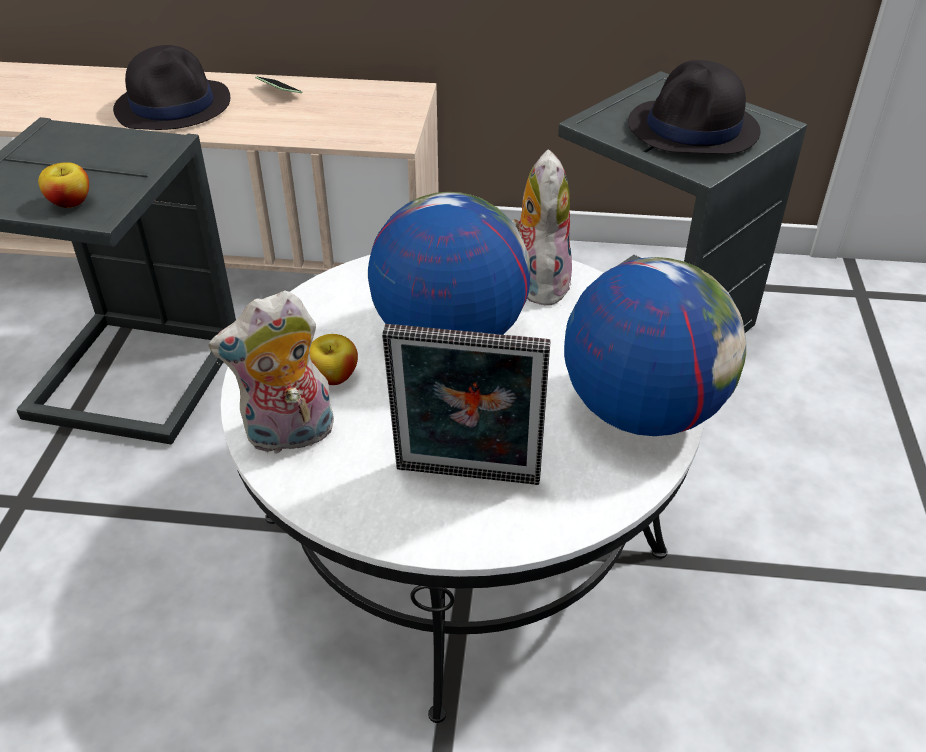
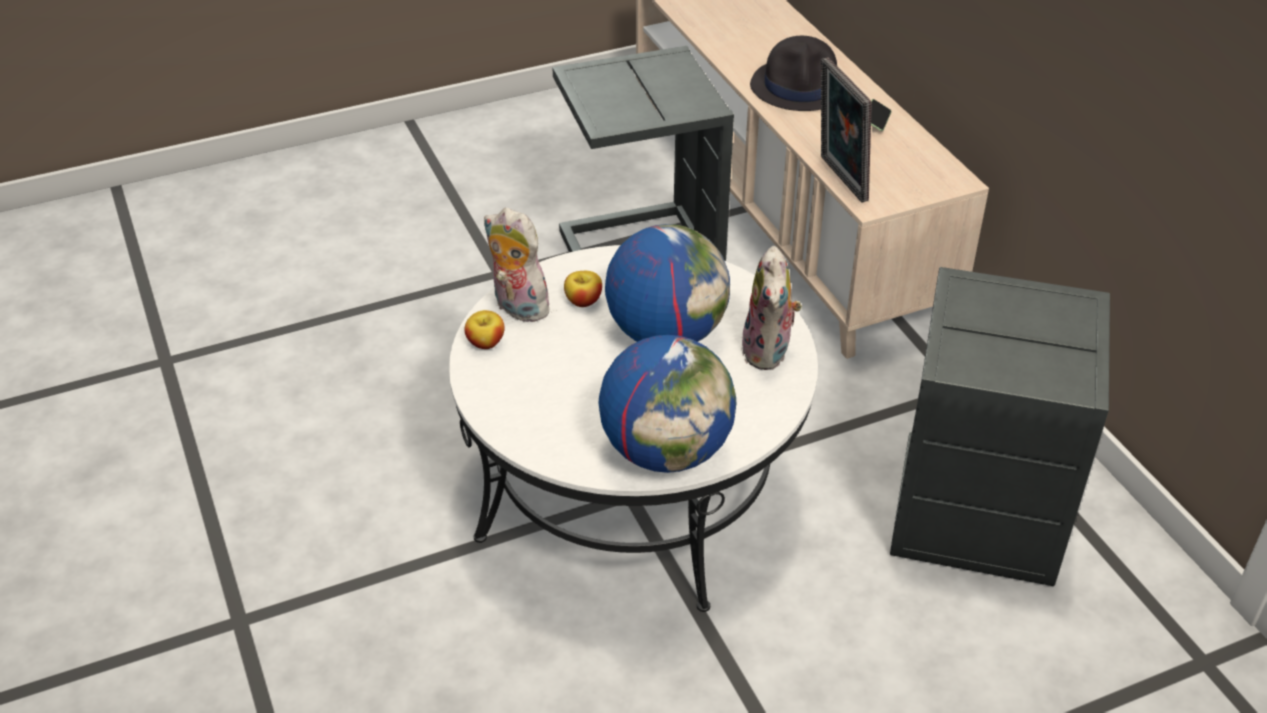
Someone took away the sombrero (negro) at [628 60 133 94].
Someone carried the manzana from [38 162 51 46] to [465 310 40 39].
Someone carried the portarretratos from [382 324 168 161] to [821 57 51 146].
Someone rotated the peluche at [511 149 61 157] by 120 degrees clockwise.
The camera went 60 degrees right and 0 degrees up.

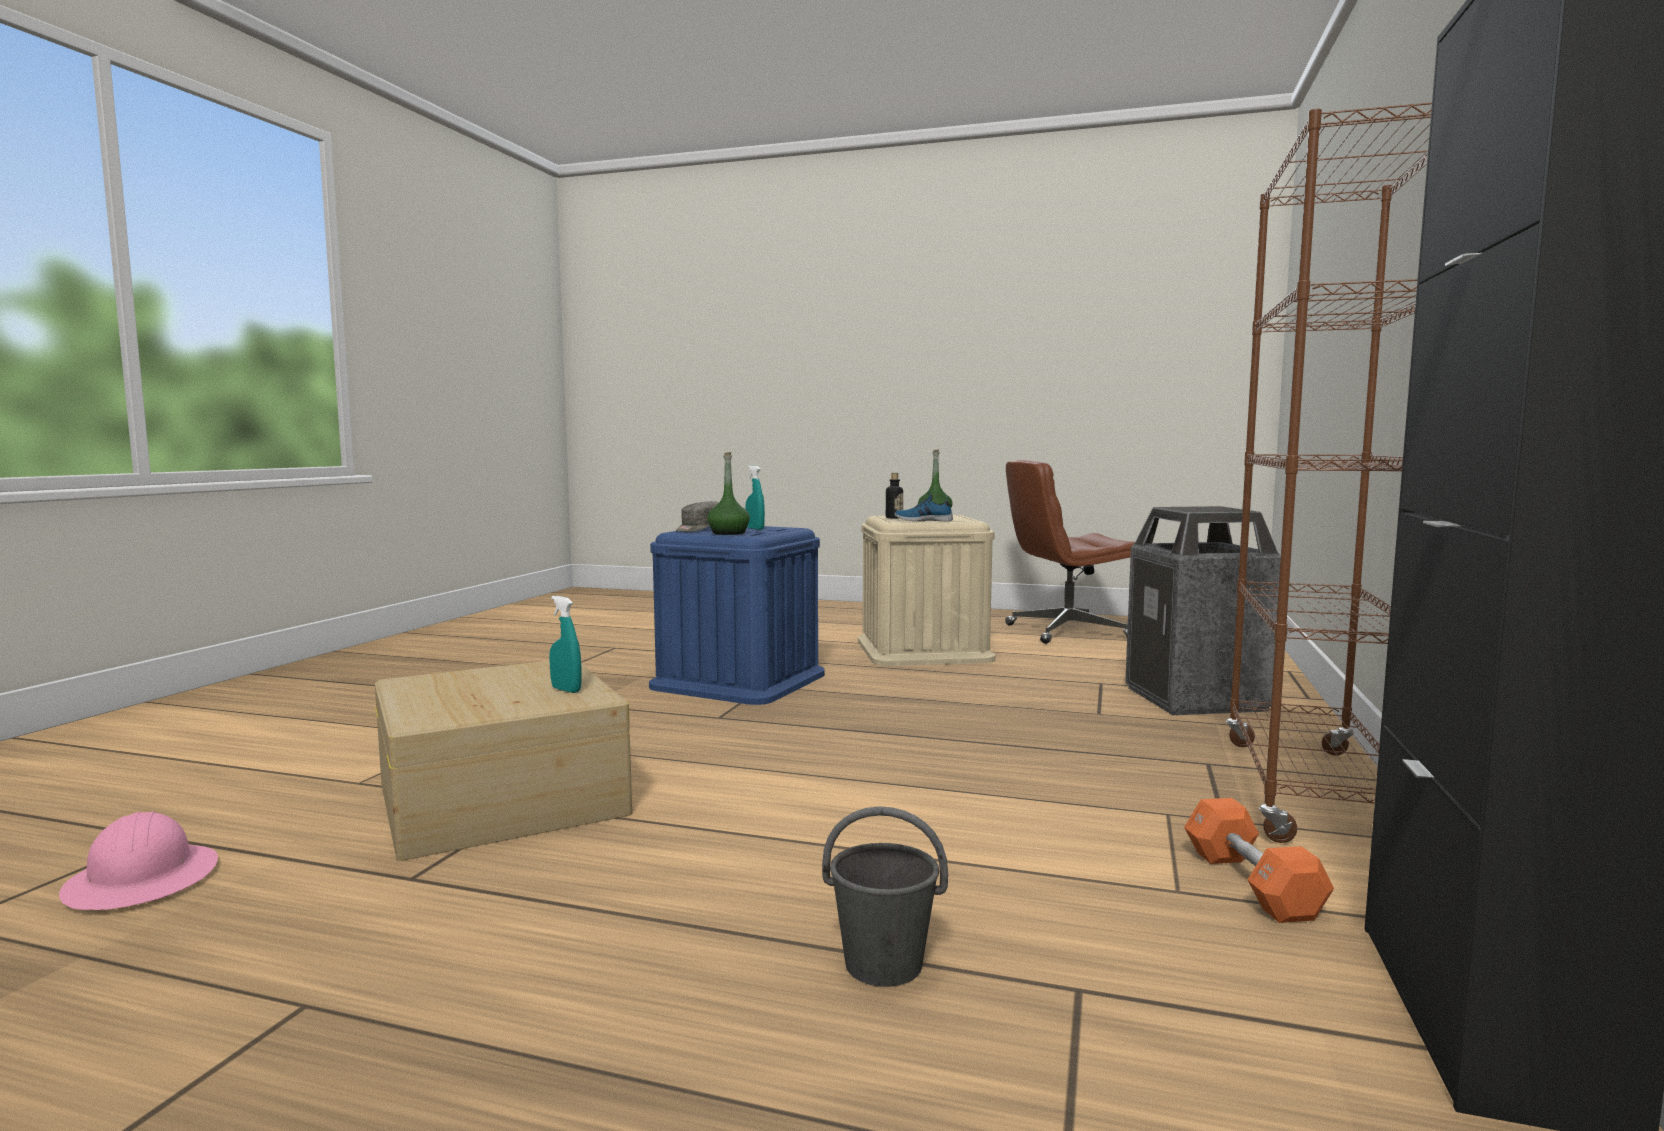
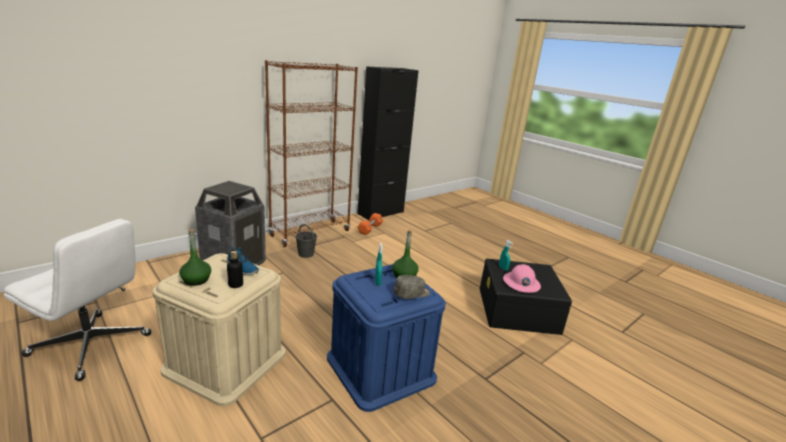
Someone carried the casco (rosa) from [59 812 159 98] to [503 264 38 29].
Someone carried the cubo (gris) from [822 806 126 181] to [295 224 22 34].
Someone repainted the caja de almacenaje (beis) at [375 661 257 200], which became the caja de almacenaje (negro) at [480 259 92 76].
Someone repainted the silla de oficina (marrón) at [1005 460 130 184], which became the silla de oficina (blanco) at [4 219 147 162].
The camera went 150 degrees left and 15 degrees up.

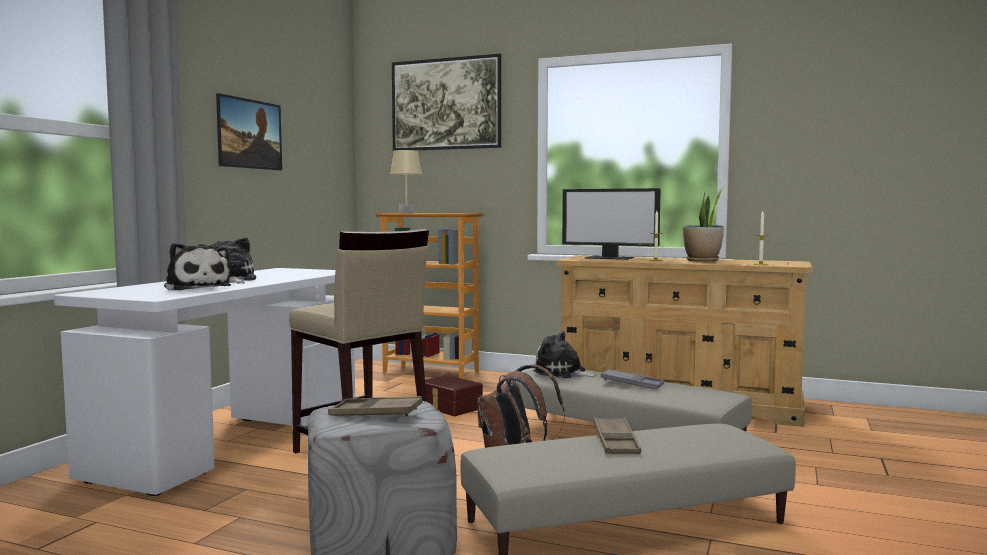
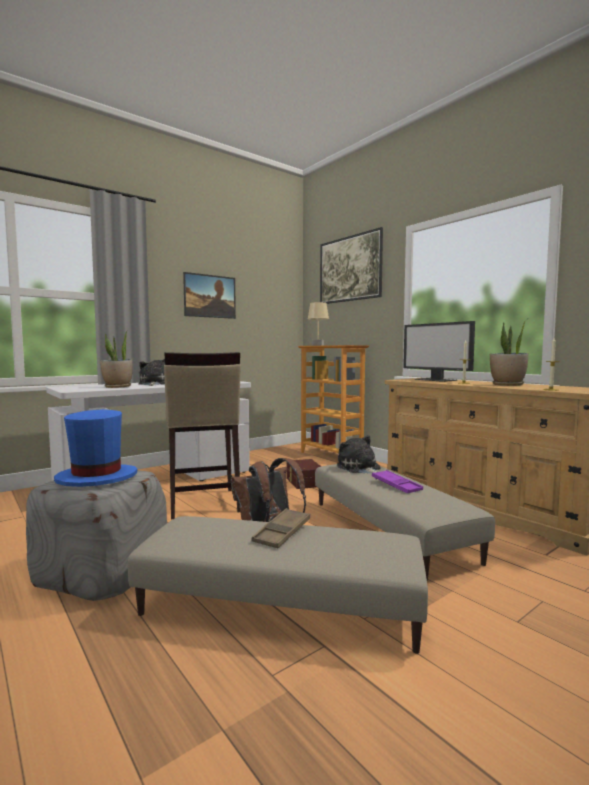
Someone swapped the peluche at [164 243 67 48] for the planta en maceta at [100 330 33 58].
Someone swapped the bandeja (marrón) at [328 396 94 20] for the sombrero (azul) at [54 409 83 78].
Someone repainted the bandeja (gris) at [601 369 63 20], which became the bandeja (morado) at [372 470 51 23].
The camera went 30 degrees right and 0 degrees up.

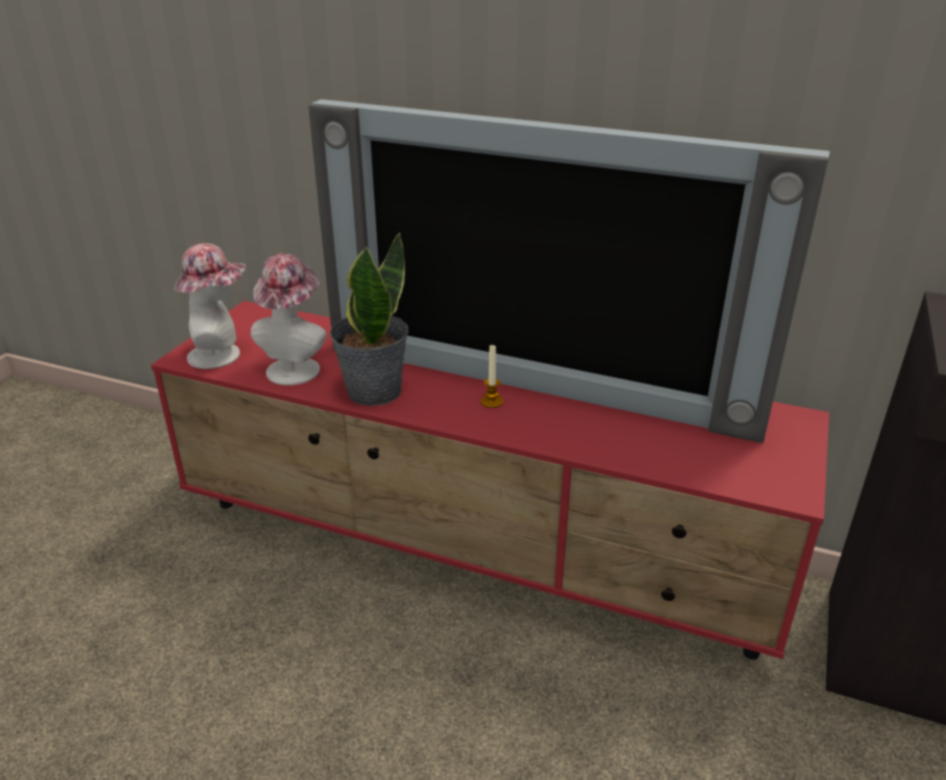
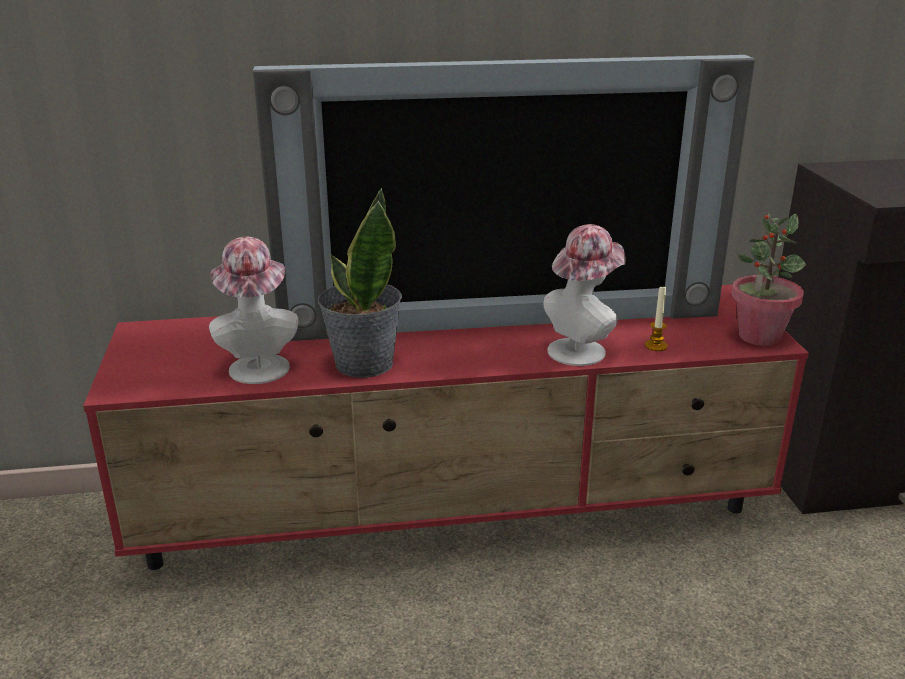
Someone put down the planta en maceta at [731 213 75 133].
Someone carried the sombrero from [174 243 72 126] to [543 224 82 142].
Someone carried the vela from [481 344 22 64] to [645 287 23 64].
The camera went 30 degrees left and 5 degrees down.

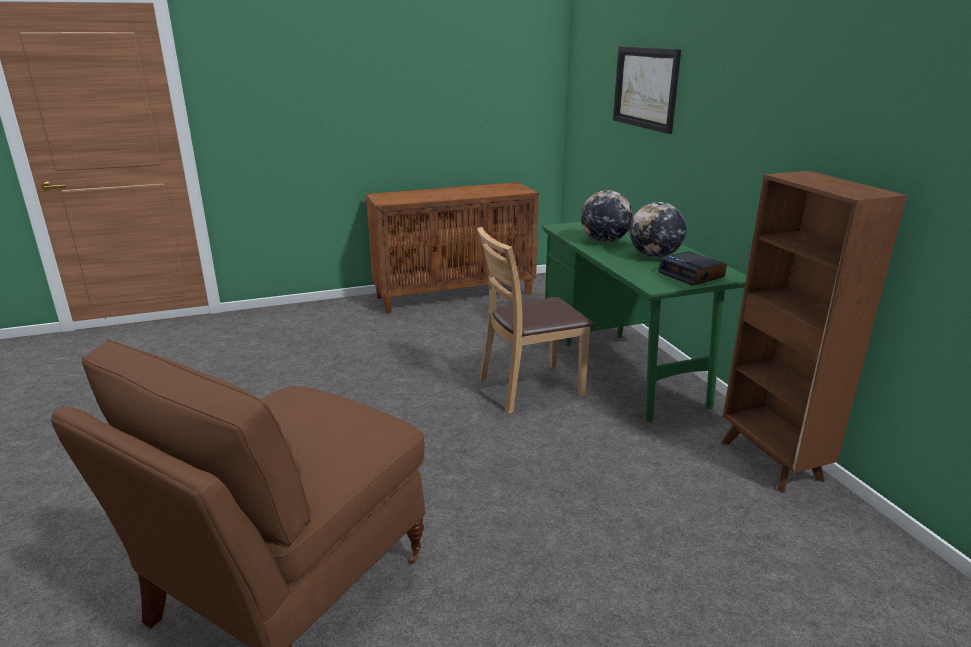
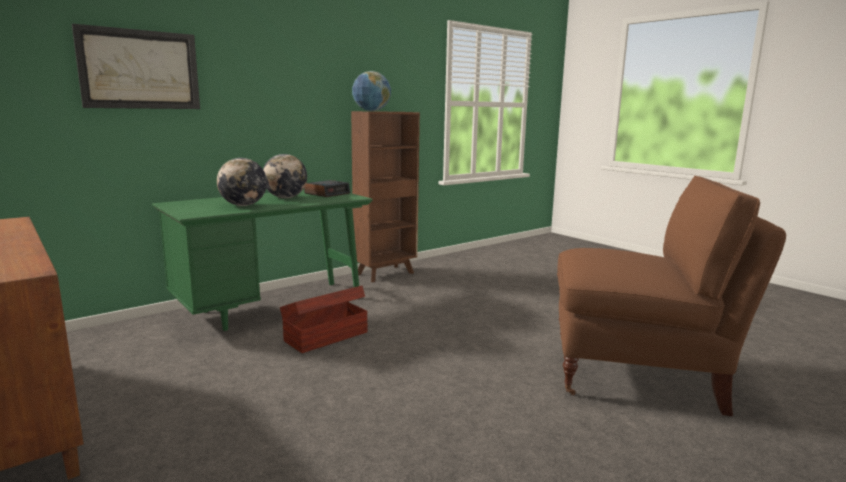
Someone put down the globo terráqueo at [352 71 39 40].
Someone swapped the silla (marrón) at [477 227 116 187] for the caja de almacenaje (marrón) at [280 286 87 67].
The camera went 110 degrees left and 10 degrees down.

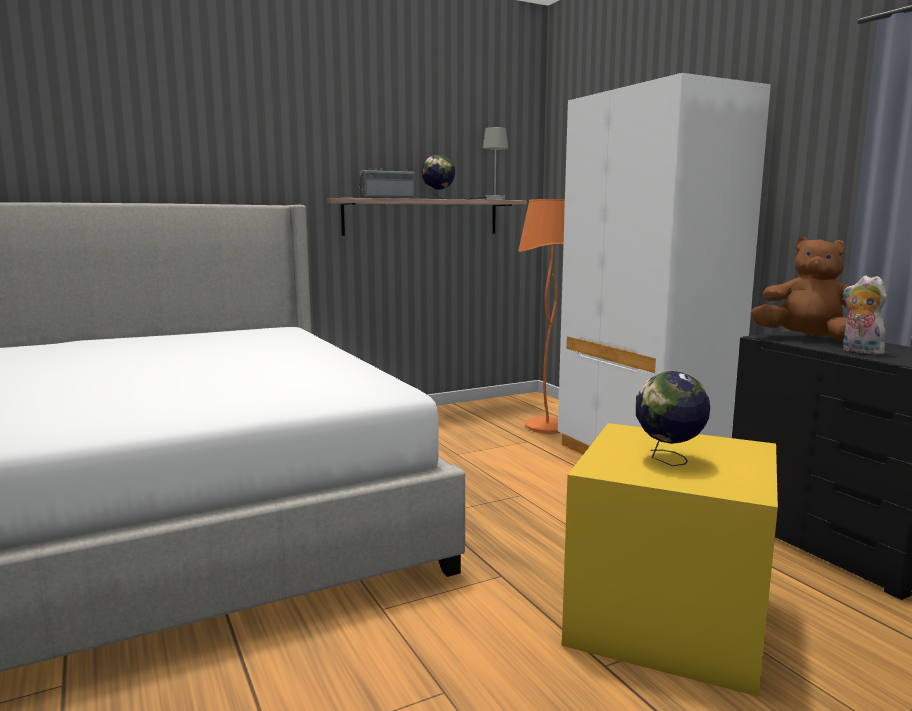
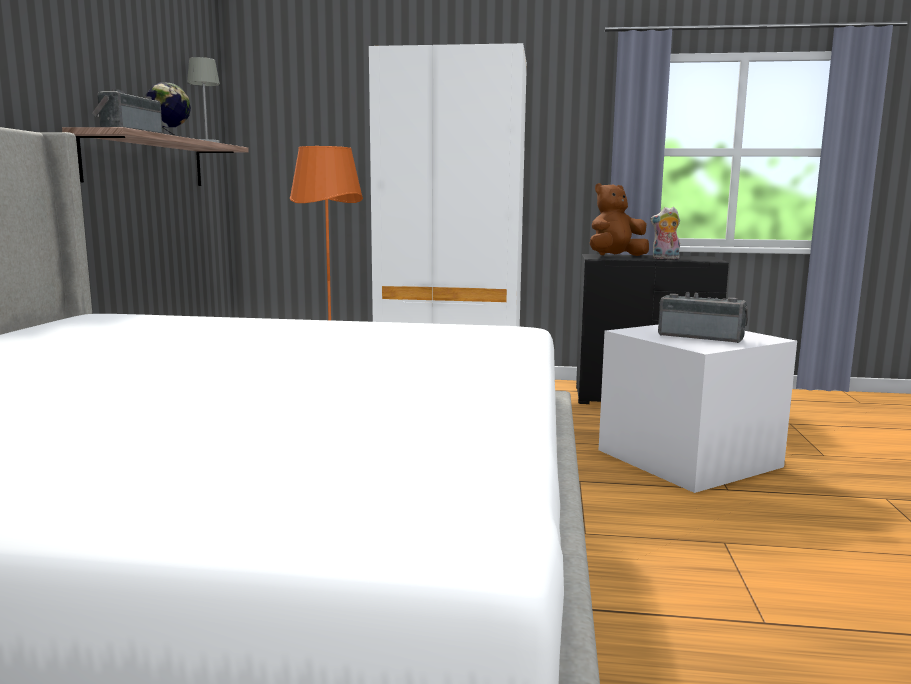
Someone swapped the globo terráqueo at [636 371 74 95] for the radio at [658 292 90 51].
Someone repainted the caja de almacenaje (amarillo) at [562 423 216 274], which became the caja de almacenaje (blanco) at [599 325 198 168].
The camera went 55 degrees left and 0 degrees up.

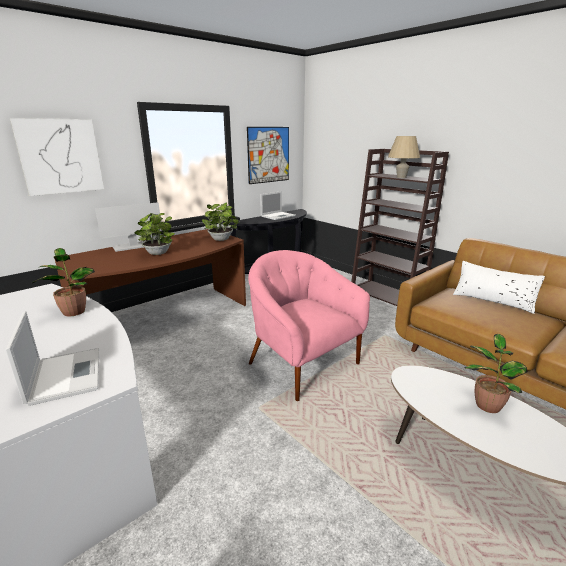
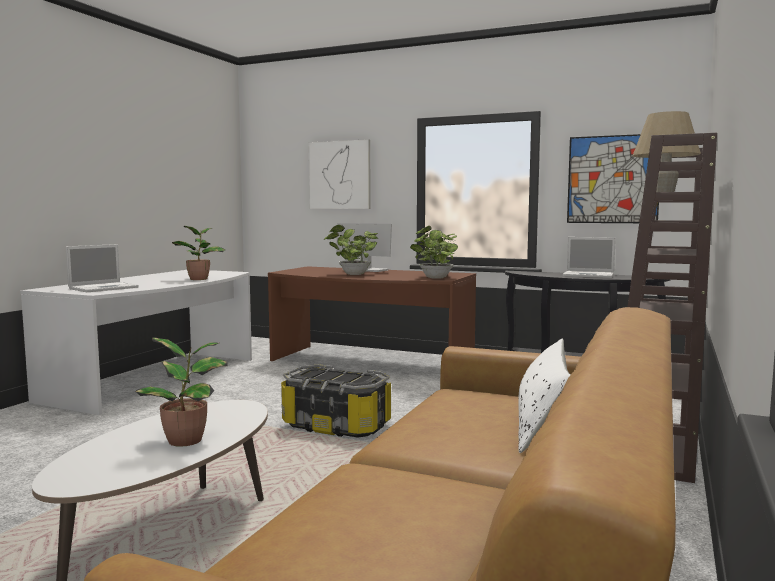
Someone swapped the sillón (rosa) at [248 250 122 151] for the caja de almacenaje at [281 365 110 73].
The camera went 65 degrees right and 15 degrees down.

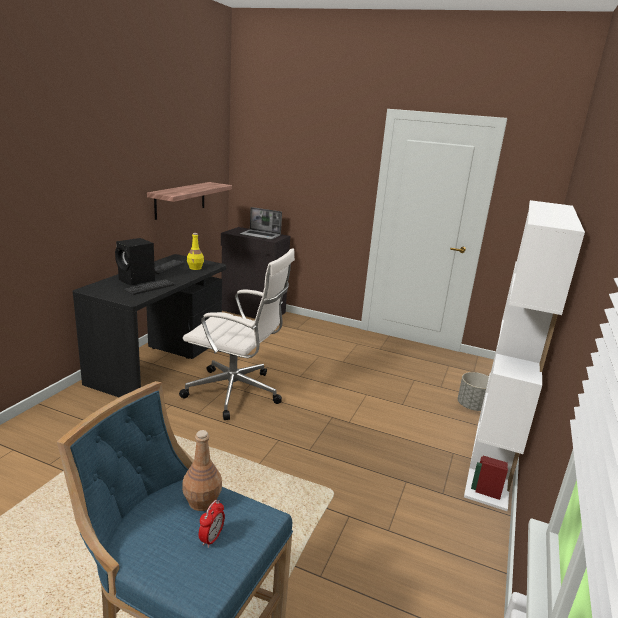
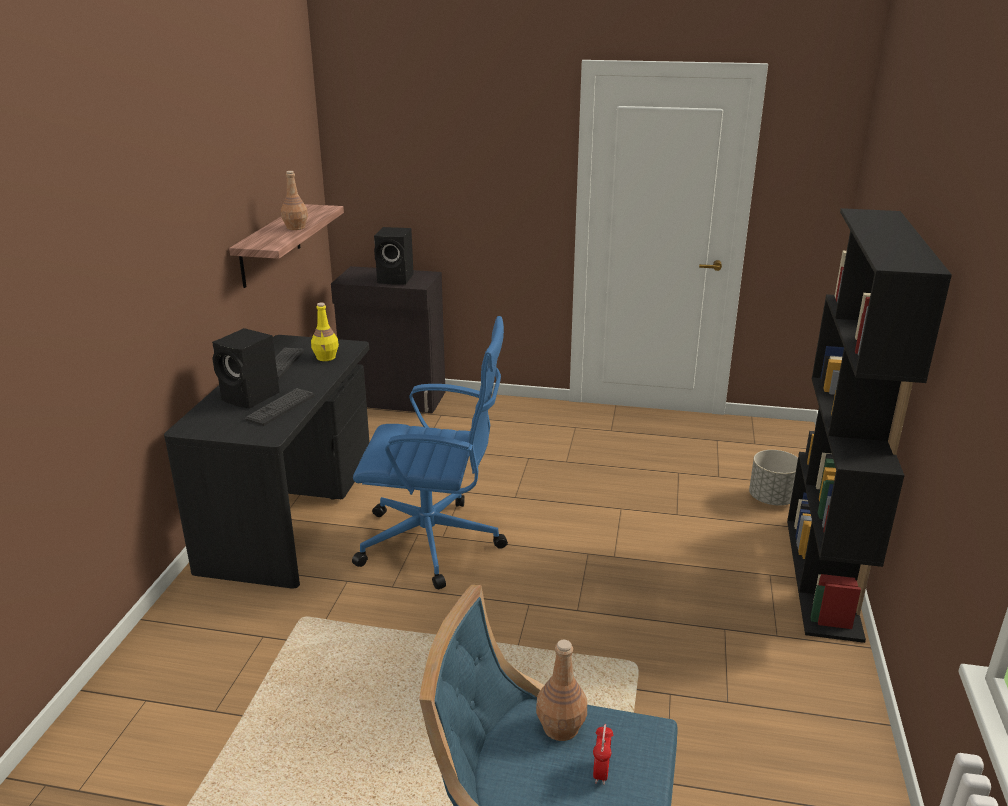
Someone put down the botella (marrón) at [281 171 27 59].
Someone swapped the portátil at [240 207 42 33] for the altavoz (negro) at [374 227 40 58].
Someone repainted the silla de oficina (blanco) at [179 248 116 172], which became the silla de oficina (azul) at [352 316 156 273].
Someone repainted the estantería (blanco) at [464 200 121 311], which became the estantería (negro) at [787 208 165 435].
The camera went 10 degrees left and 5 degrees up.

